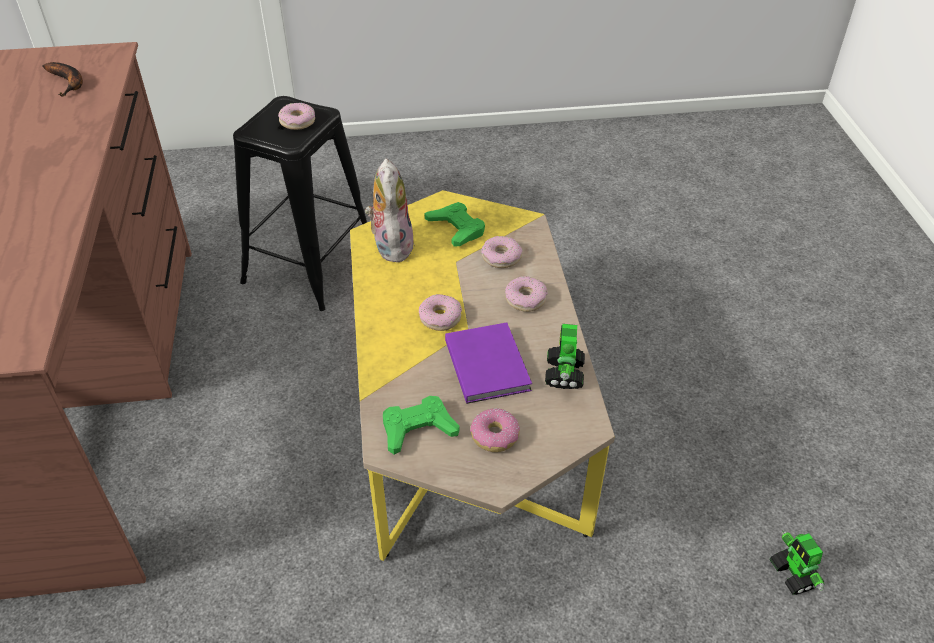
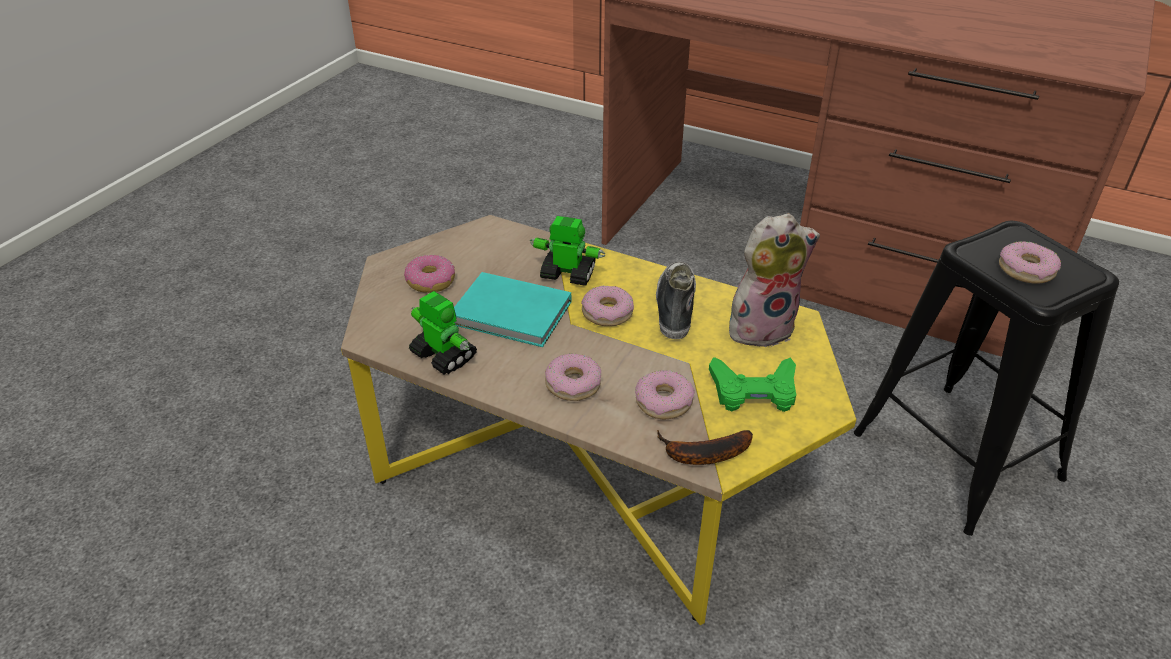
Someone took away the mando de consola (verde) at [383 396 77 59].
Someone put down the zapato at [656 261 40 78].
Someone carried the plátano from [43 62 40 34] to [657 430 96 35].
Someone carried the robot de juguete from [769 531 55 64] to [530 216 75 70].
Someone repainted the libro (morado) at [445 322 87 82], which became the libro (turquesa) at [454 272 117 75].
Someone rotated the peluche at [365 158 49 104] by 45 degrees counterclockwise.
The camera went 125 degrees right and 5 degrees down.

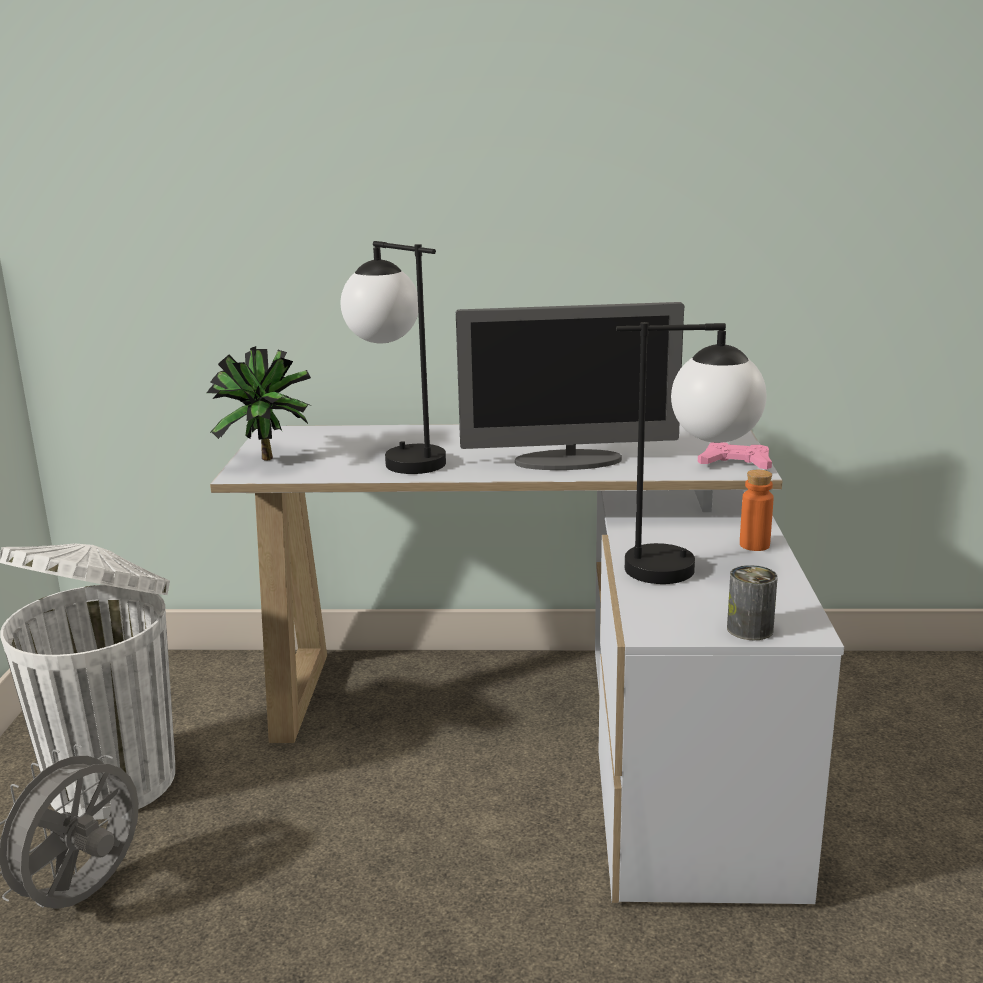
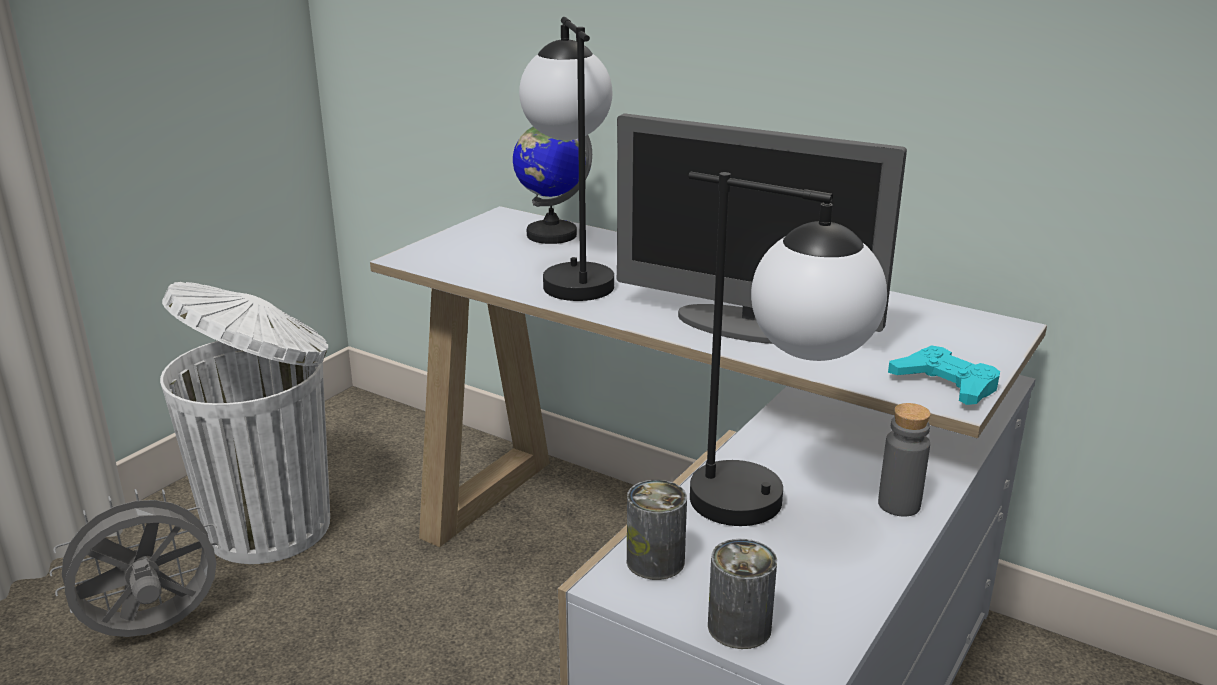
Someone took away the planta en maceta at [207 346 105 115].
Someone put down the globo terráqueo at [513 126 79 118].
Someone put down the lata at [627 480 60 100].
Someone repainted the mando de consola (rosa) at [698 442 74 27], which became the mando de consola (turquesa) at [888 345 112 60].
Someone repainted the botella (naranja) at [740 470 34 81], which became the botella (gris) at [878 403 53 113].
The camera went 30 degrees right and 5 degrees up.

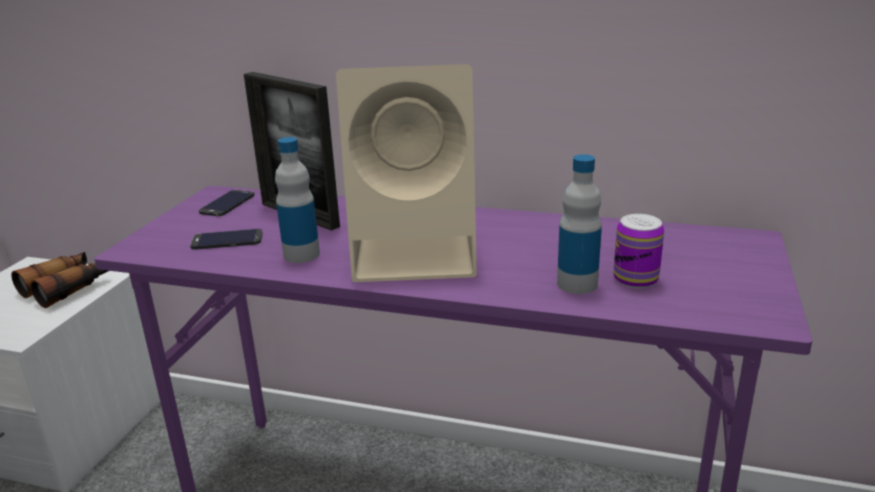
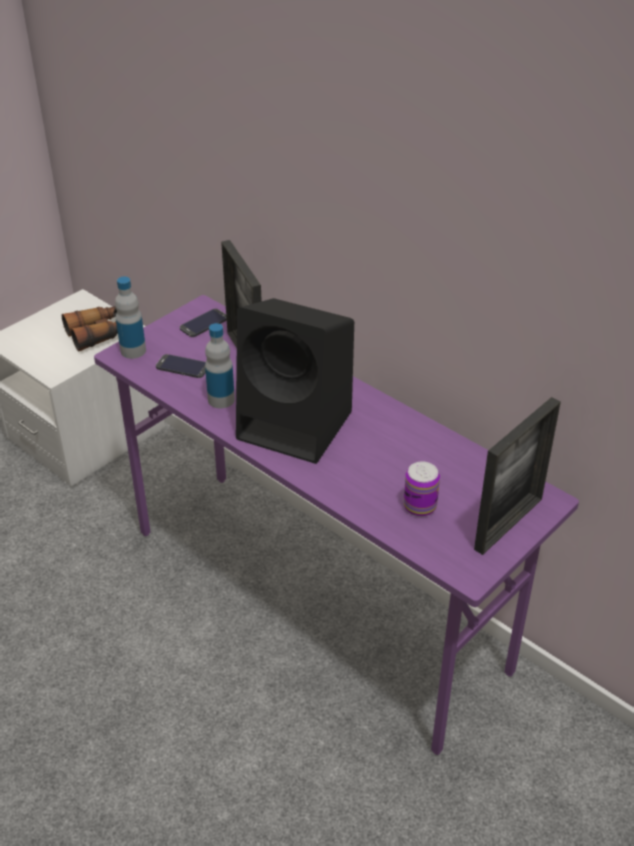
Someone put down the portarretratos at [474 397 87 158].
Someone carried the botella from [557 154 45 140] to [115 277 31 82].
Someone repainted the altavoz (beis) at [336 64 141 218], which became the altavoz (negro) at [236 298 118 166].
The camera went 25 degrees right and 15 degrees up.

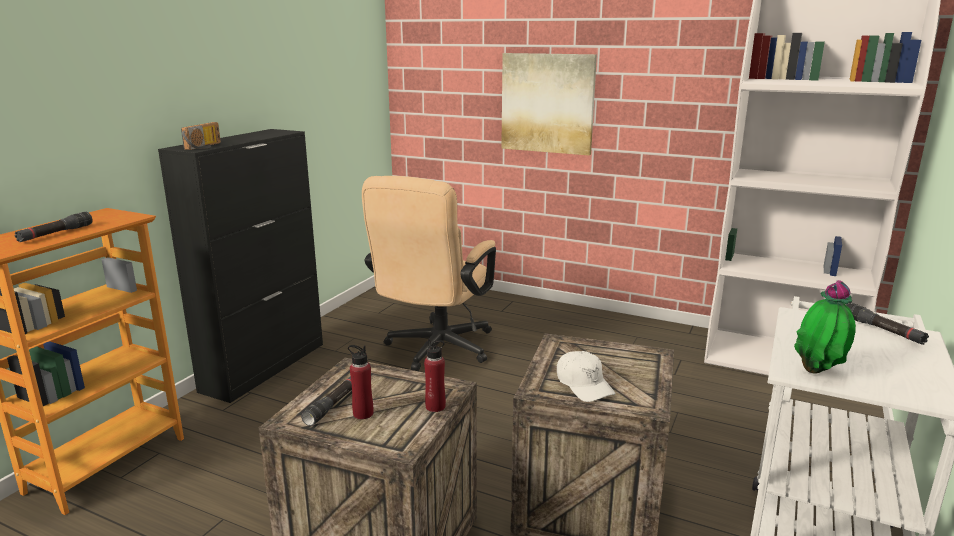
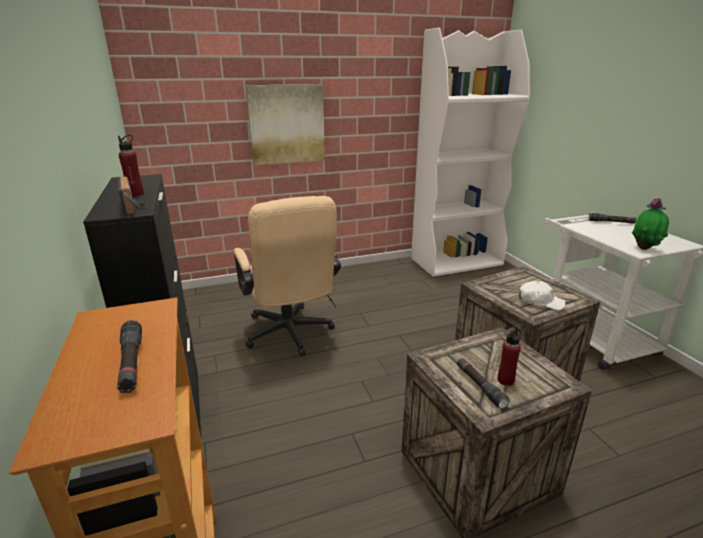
Someone carried the botella (rojo) from [424 339 22 73] to [118 135 26 62].
The camera went 45 degrees left and 5 degrees up.

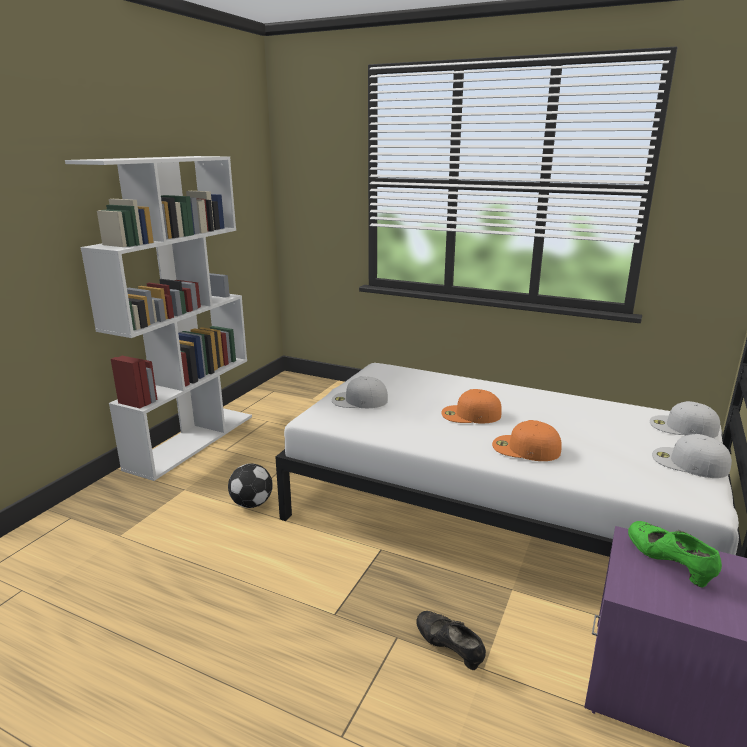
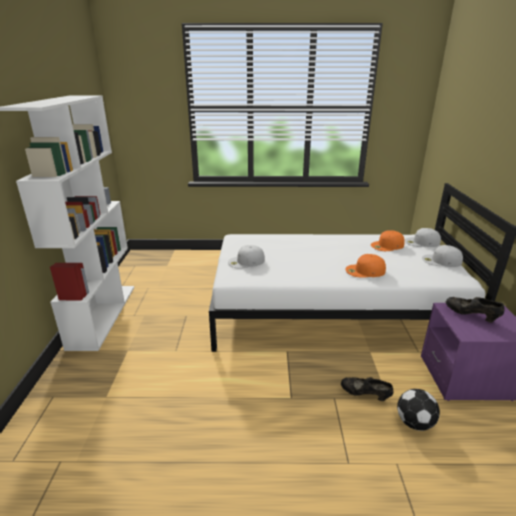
Someone carried the balón de fútbol from [228 463 45 45] to [397 389 43 42].
Someone carried the gorra (naranja) from [441 389 61 34] to [371 230 34 21].
Someone repainted the zapato (verde) at [628 521 94 66], which became the zapato (negro) at [446 297 58 26].
The camera went 25 degrees left and 5 degrees up.

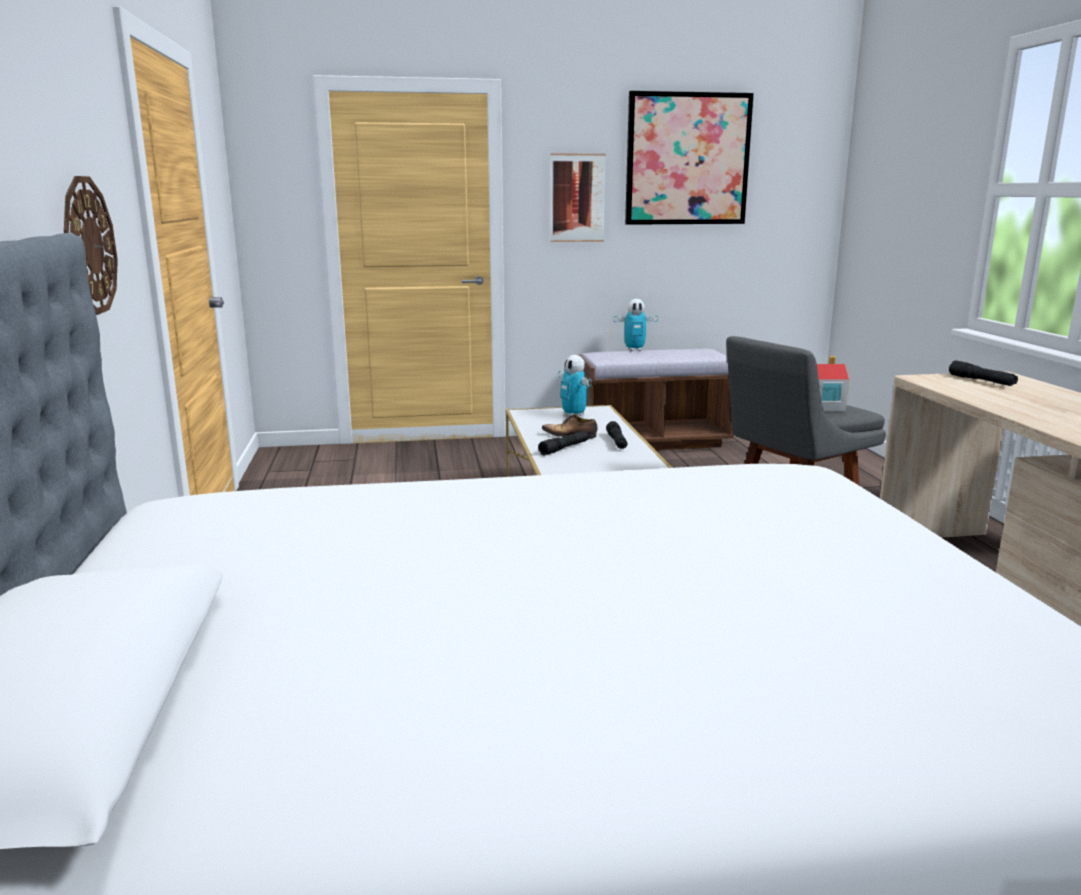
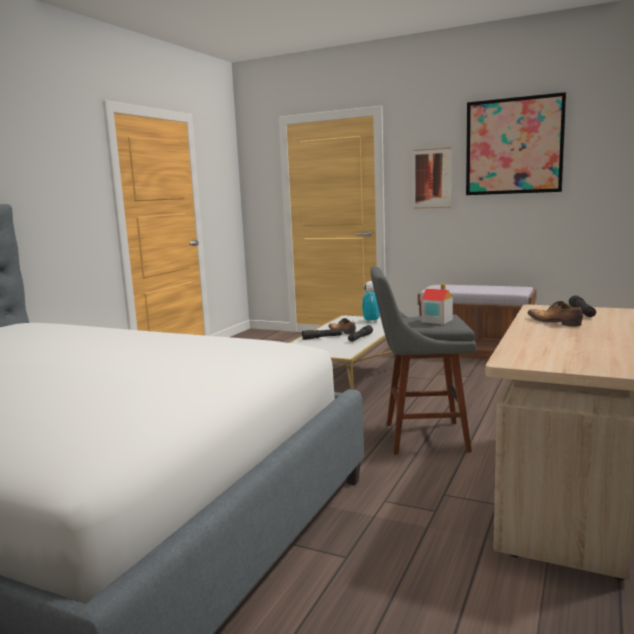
Someone took away the reloj de pared at [64 176 54 139].
Someone took away the robot de juguete at [614 299 44 52].
Someone put down the zapato at [528 301 55 26].
The camera went 35 degrees right and 5 degrees down.

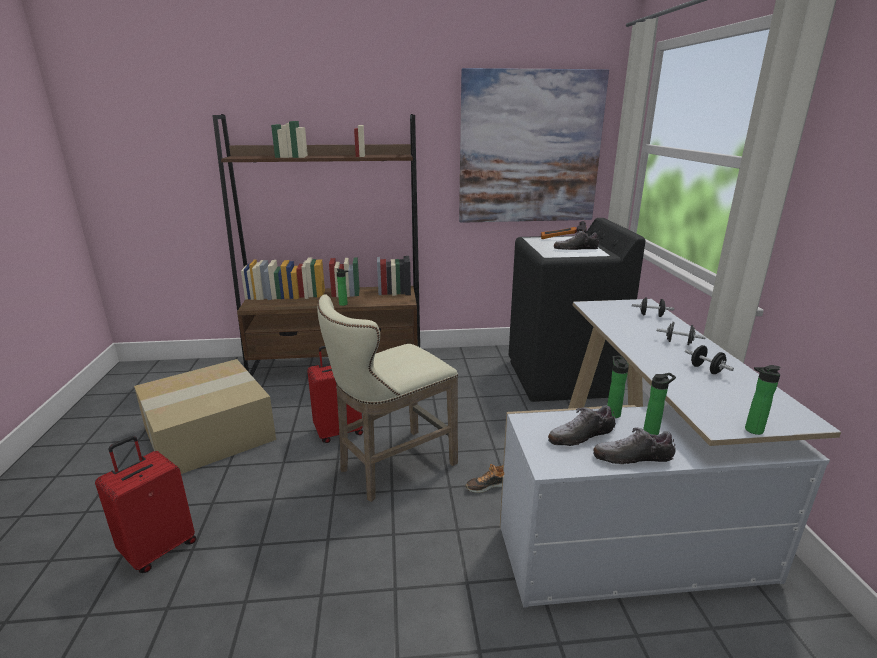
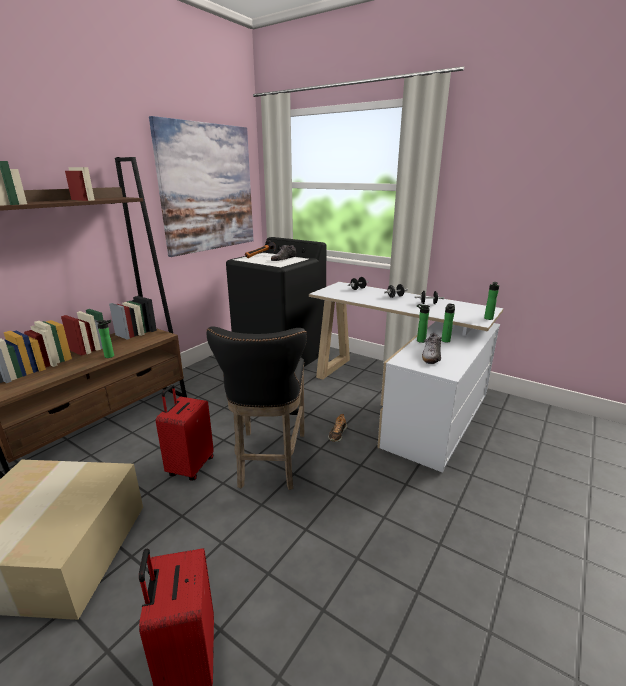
Someone took away the zapato at [593 428 83 36].
Someone repainted the taburete (beis) at [317 295 141 207], which became the taburete (negro) at [206 326 101 164].
The camera went 50 degrees left and 0 degrees up.

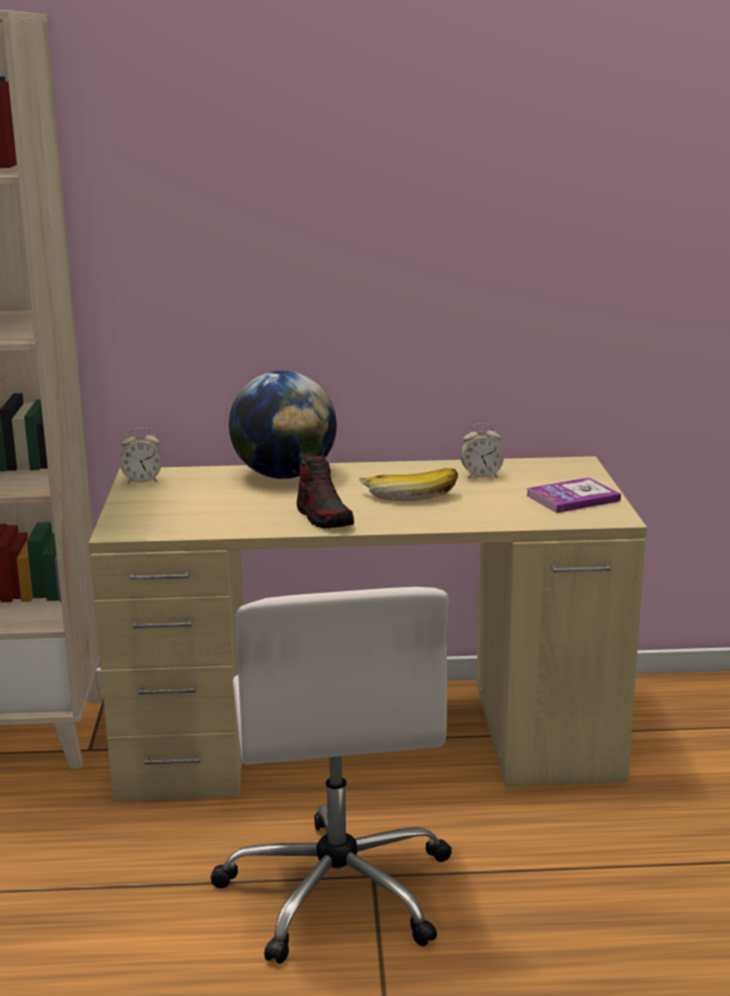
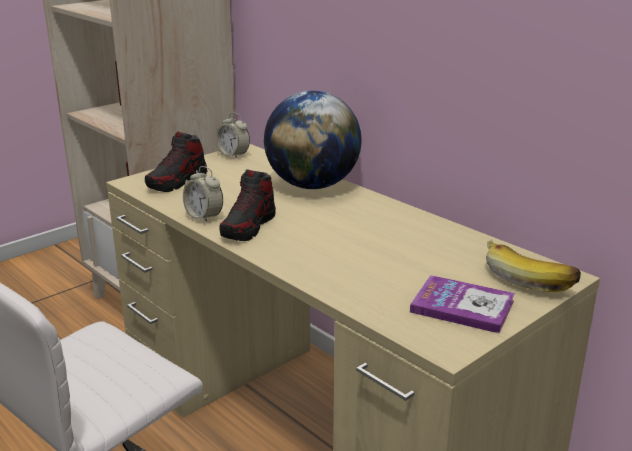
Someone put down the zapato at [145 131 62 61].
Someone carried the plátano from [359 468 99 33] to [486 240 95 52].
Someone carried the despertador from [460 423 44 56] to [183 166 40 57].
The camera went 50 degrees right and 5 degrees up.

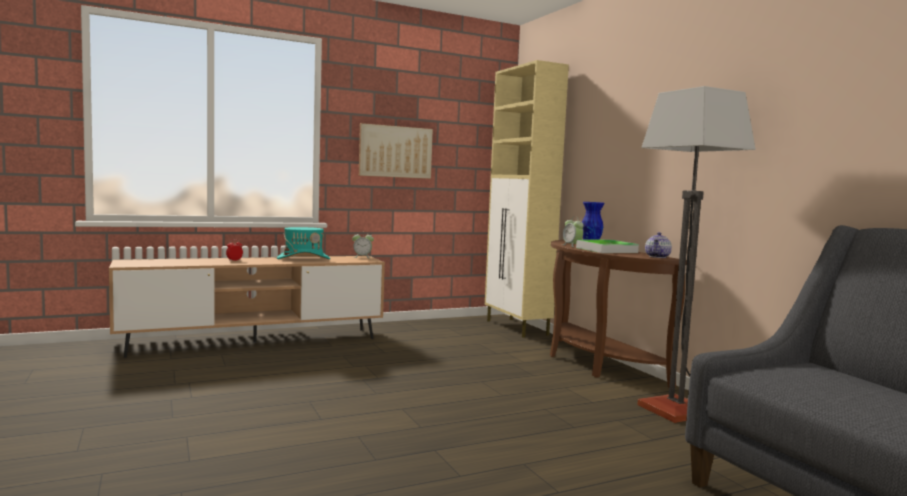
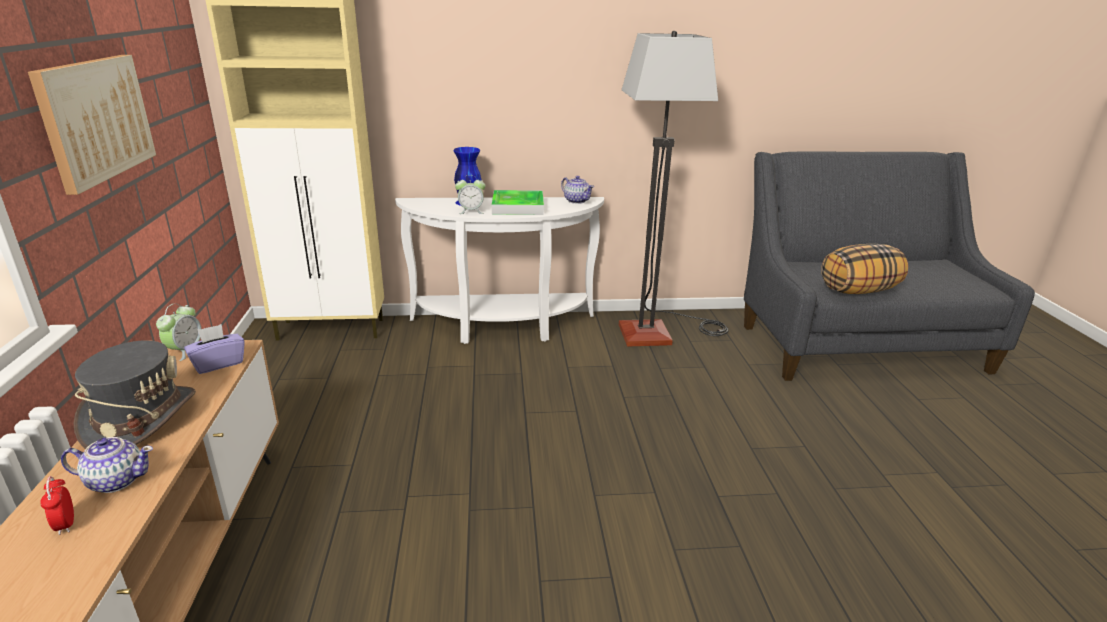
Someone put down the tetera at [61 437 92 56].
Someone put down the caja de pañuelos (morado) at [184 324 61 50].
Someone put down the cojín at [821 244 87 50].
Someone repainted the sombrero (turquesa) at [277 227 53 32], which became the sombrero (gris) at [74 340 122 109].
Someone repainted the mesa consola (marrón) at [550 240 137 147], which became the mesa consola (blanco) at [395 197 209 147].
The camera went 70 degrees left and 20 degrees up.

